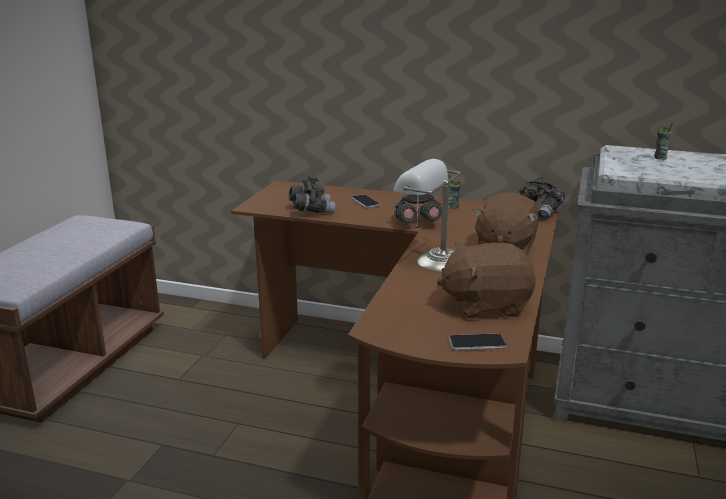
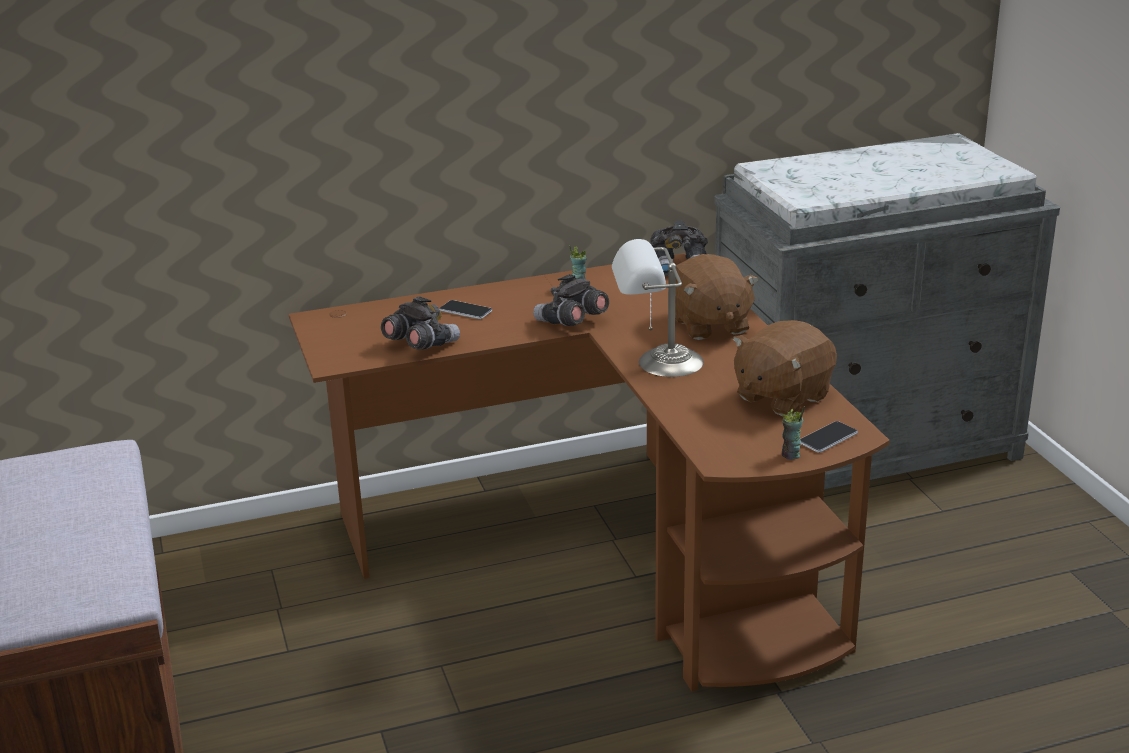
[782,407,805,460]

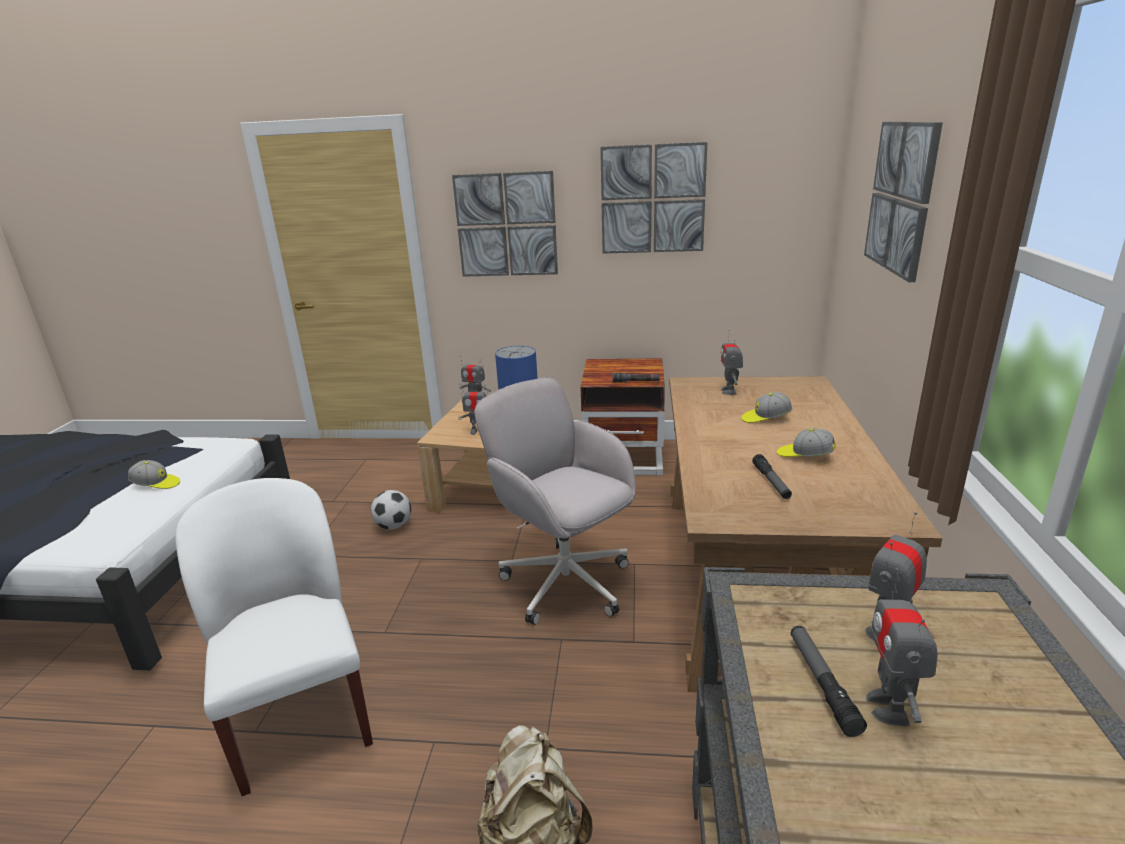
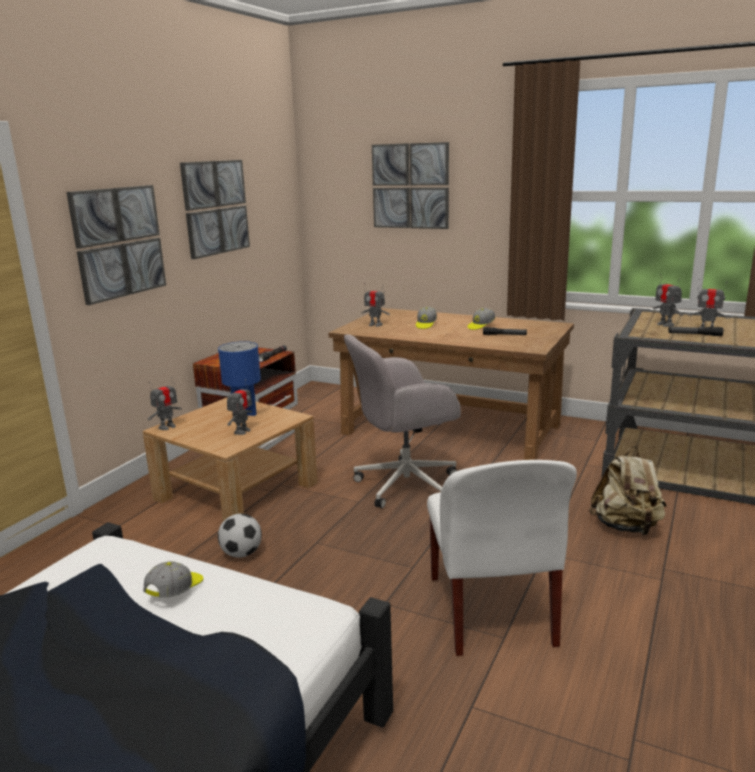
[427,460,577,656]

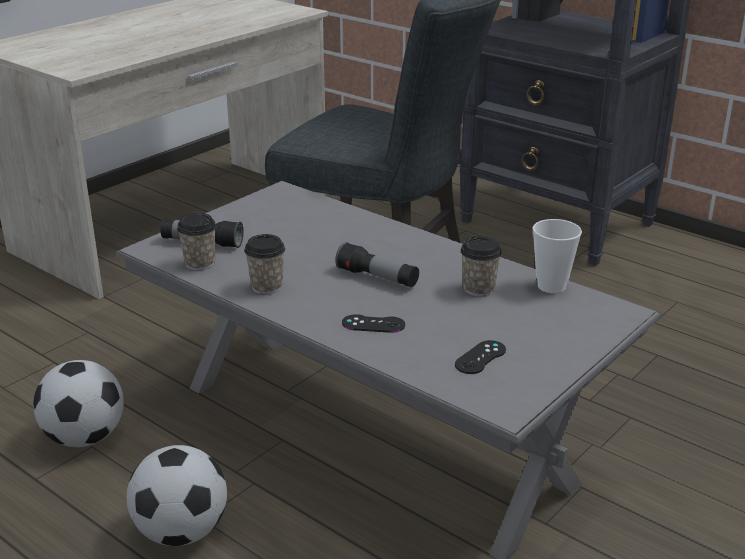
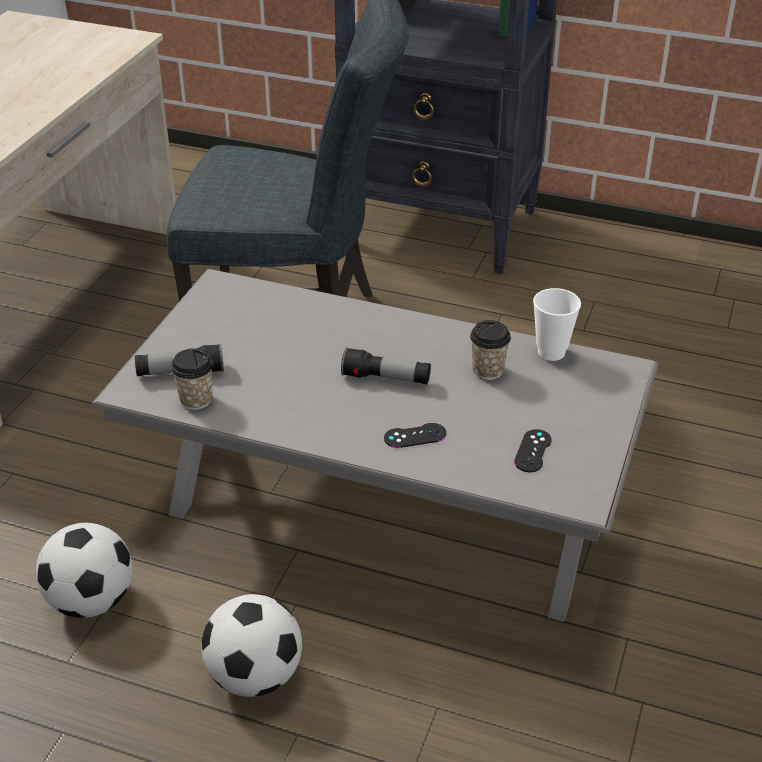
[244,234,285,294] (first image)

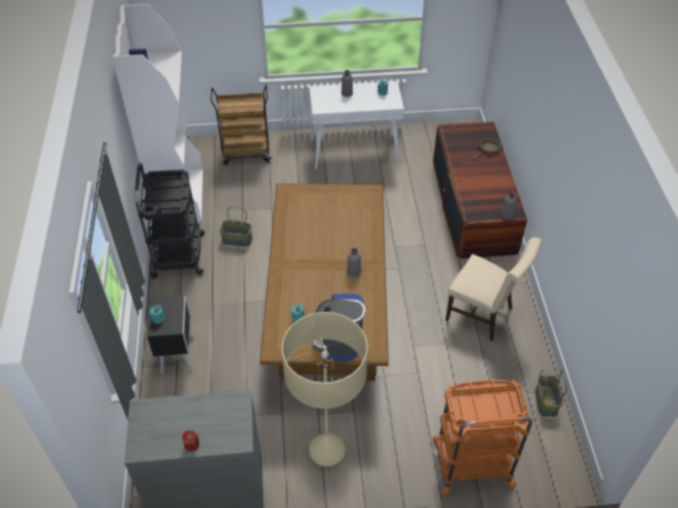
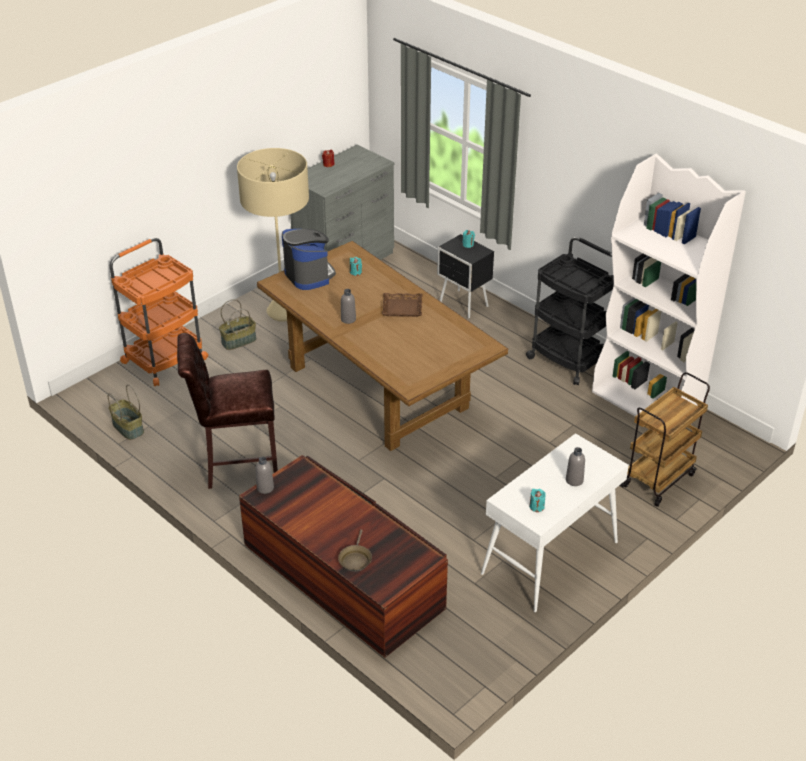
[177,333,278,489]
[219,299,257,350]
[382,293,423,317]

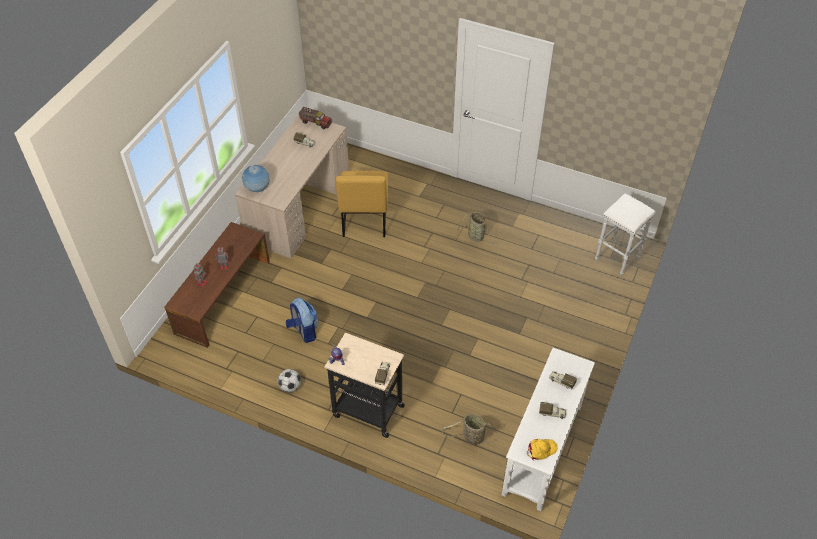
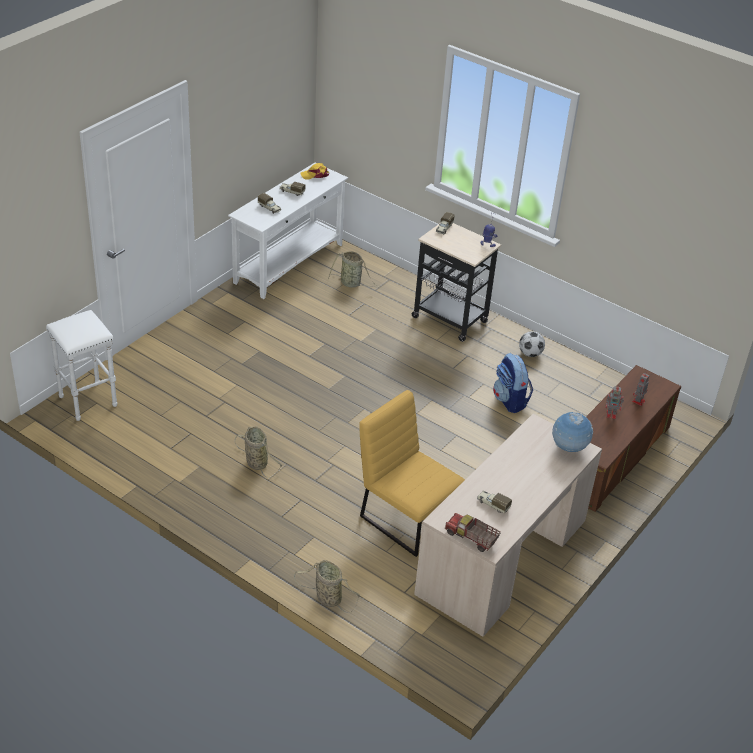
[294,560,360,613]
[359,390,465,557]

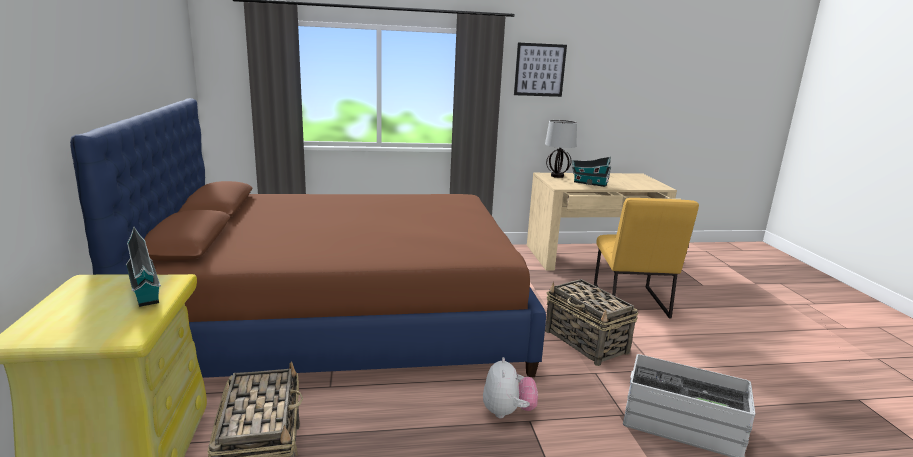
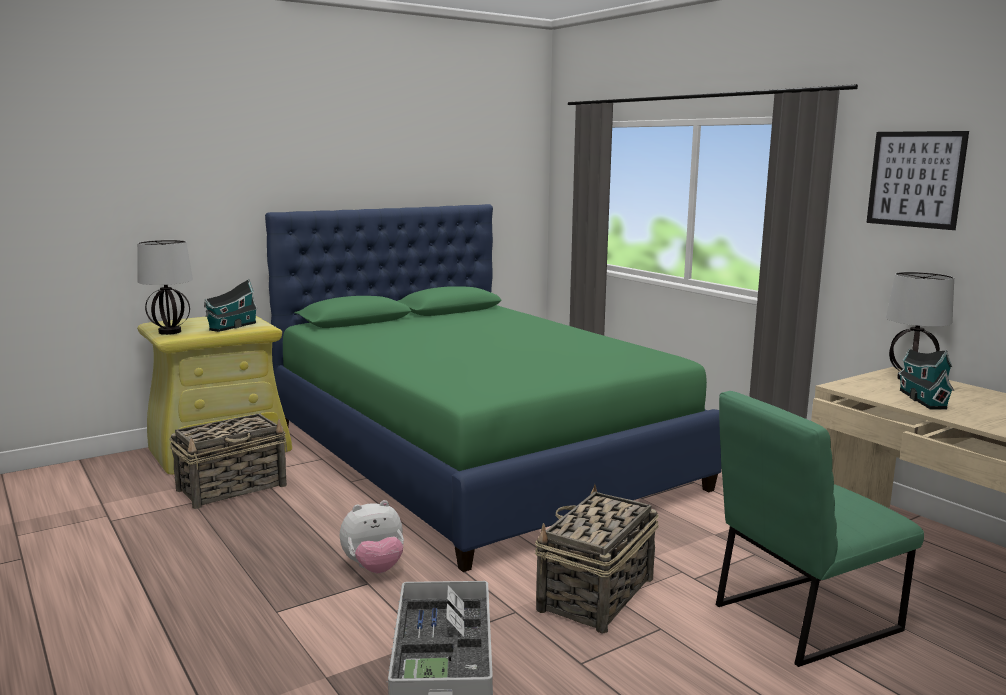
[137,240,193,335]
[265,204,721,572]
[716,391,924,667]

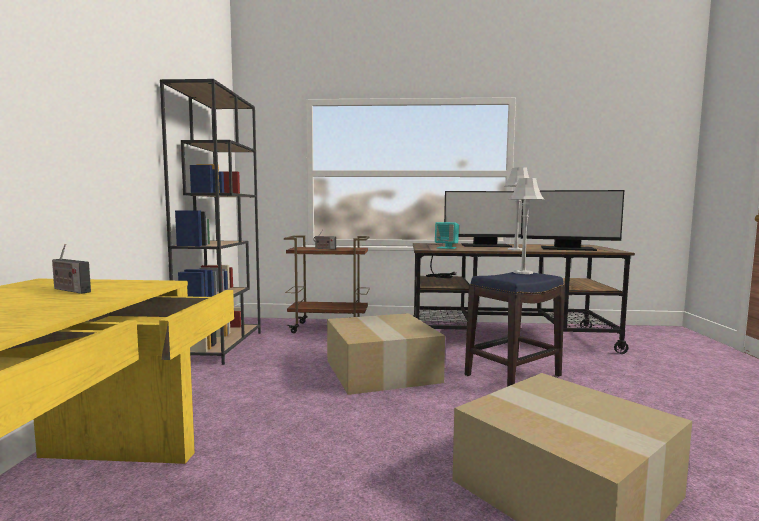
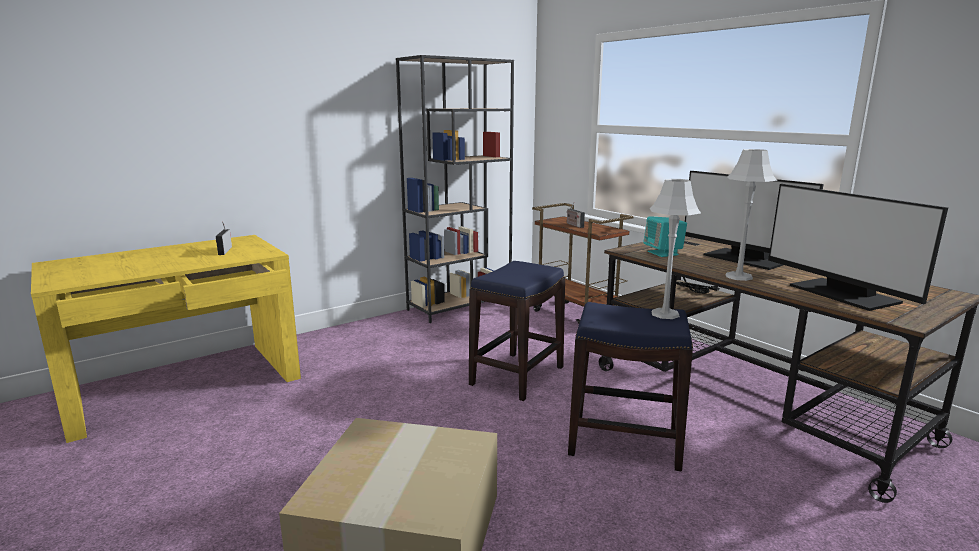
[469,261,565,401]

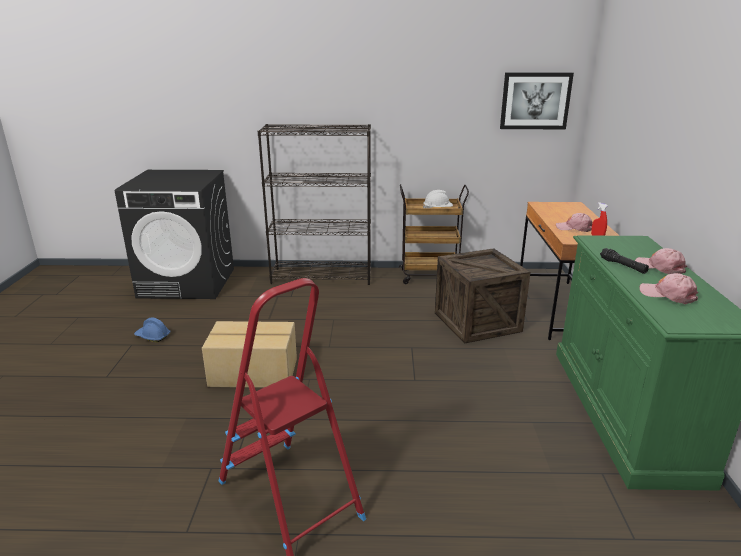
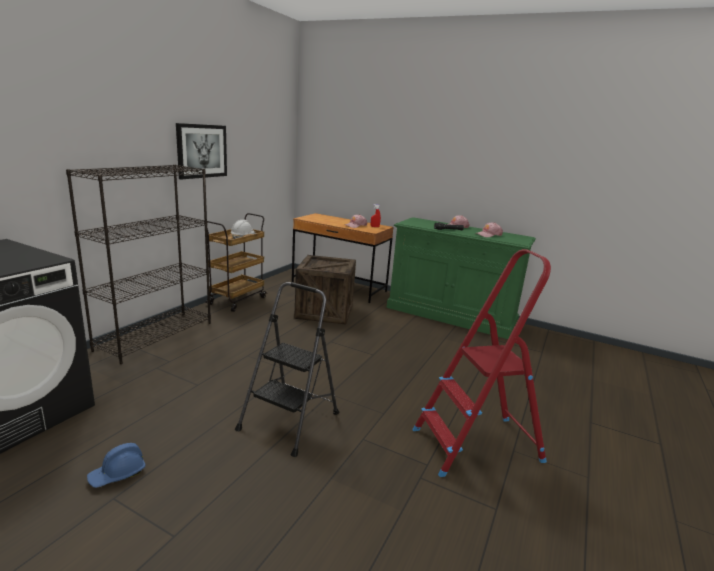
[176,123,227,179]
[235,282,340,457]

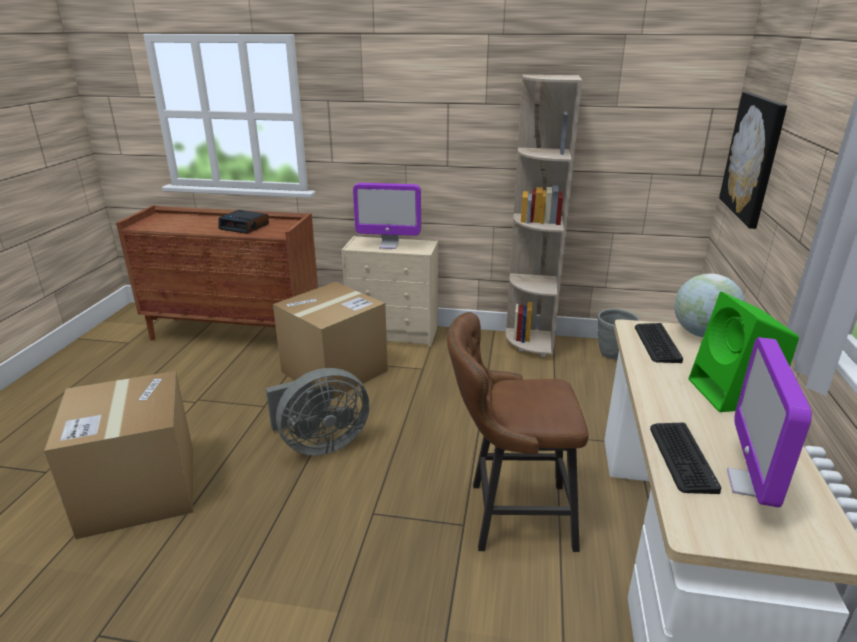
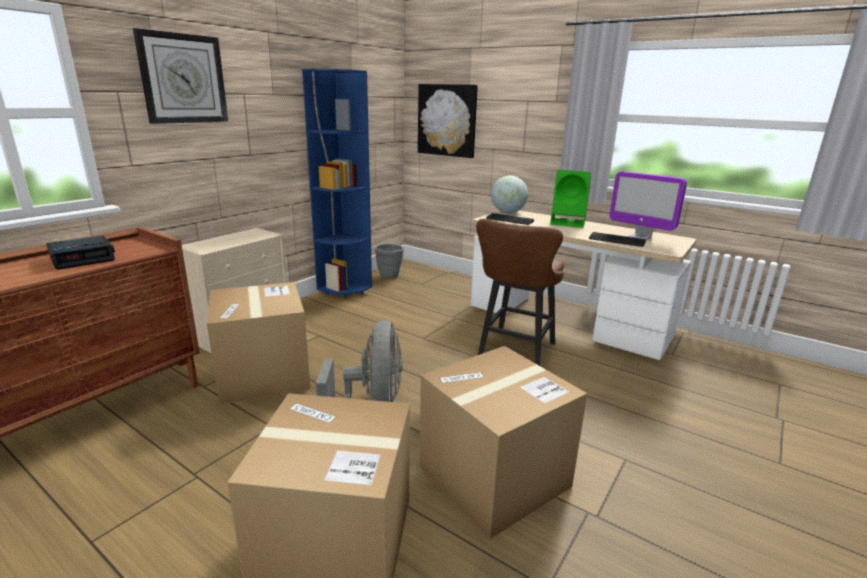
[133,28,228,124]
[302,69,372,298]
[419,346,587,539]
[353,183,421,249] (first image)

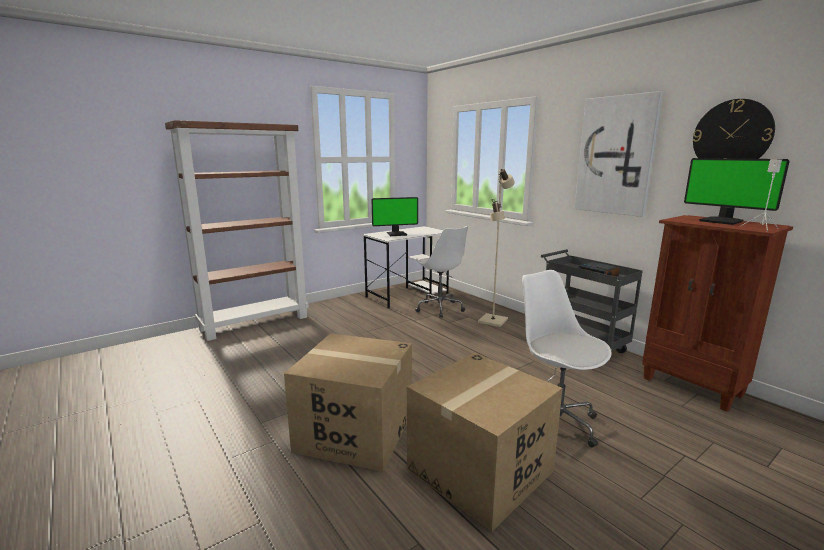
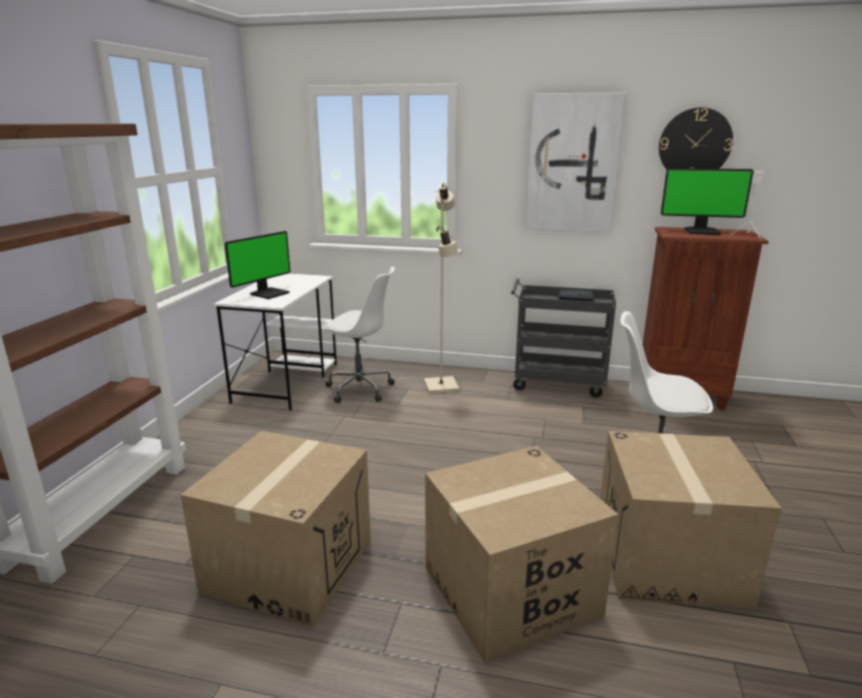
[181,431,371,627]

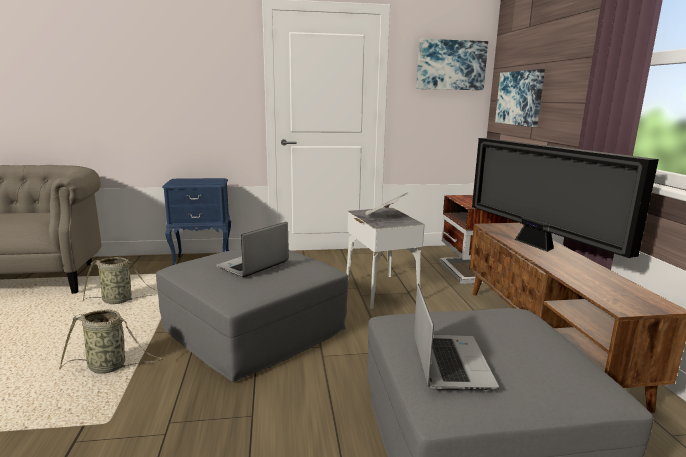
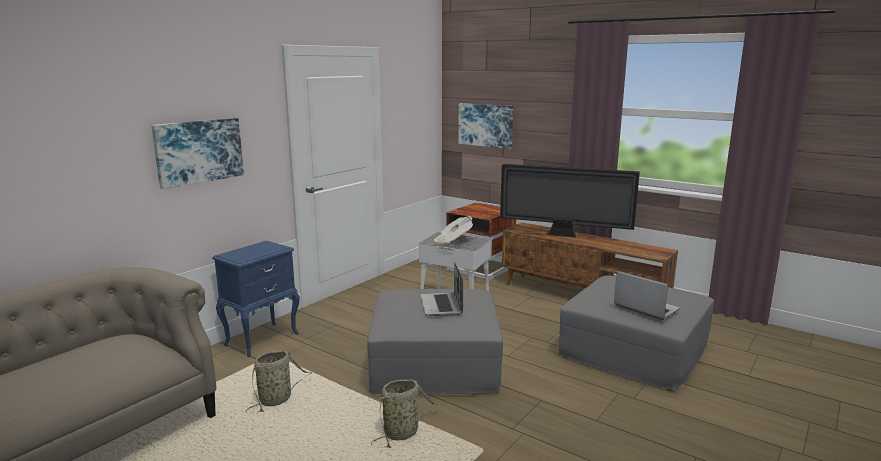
[151,118,244,189]

